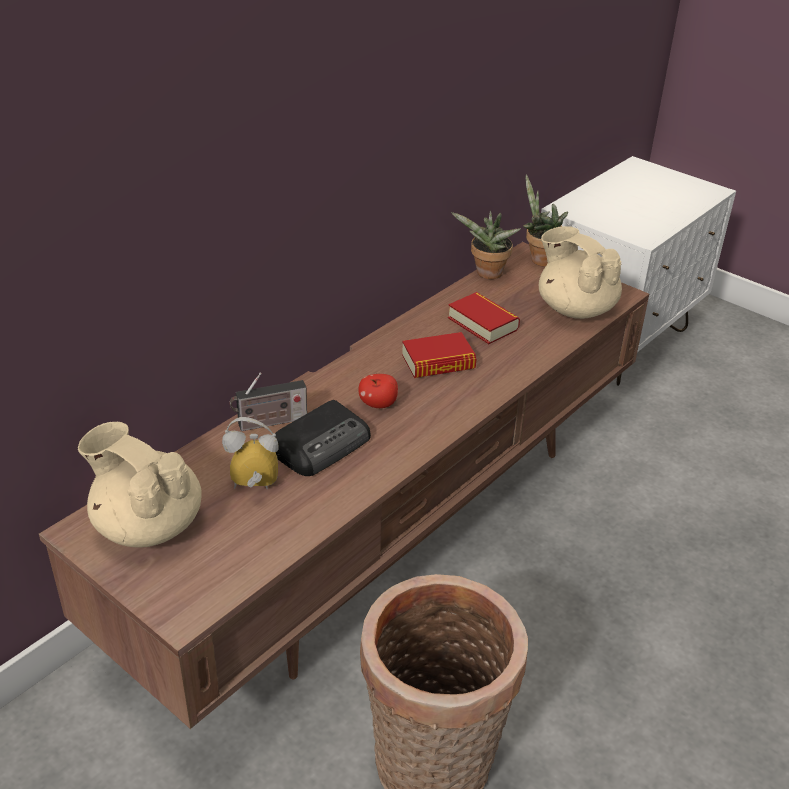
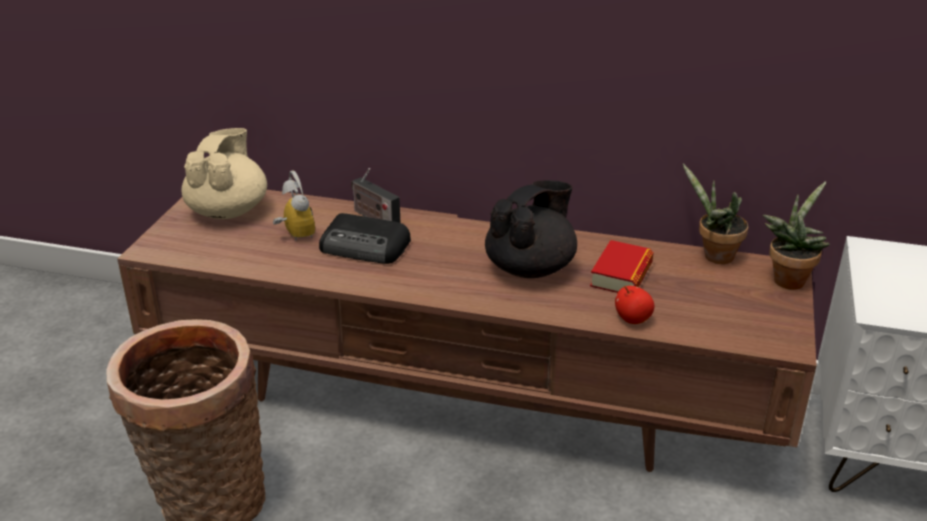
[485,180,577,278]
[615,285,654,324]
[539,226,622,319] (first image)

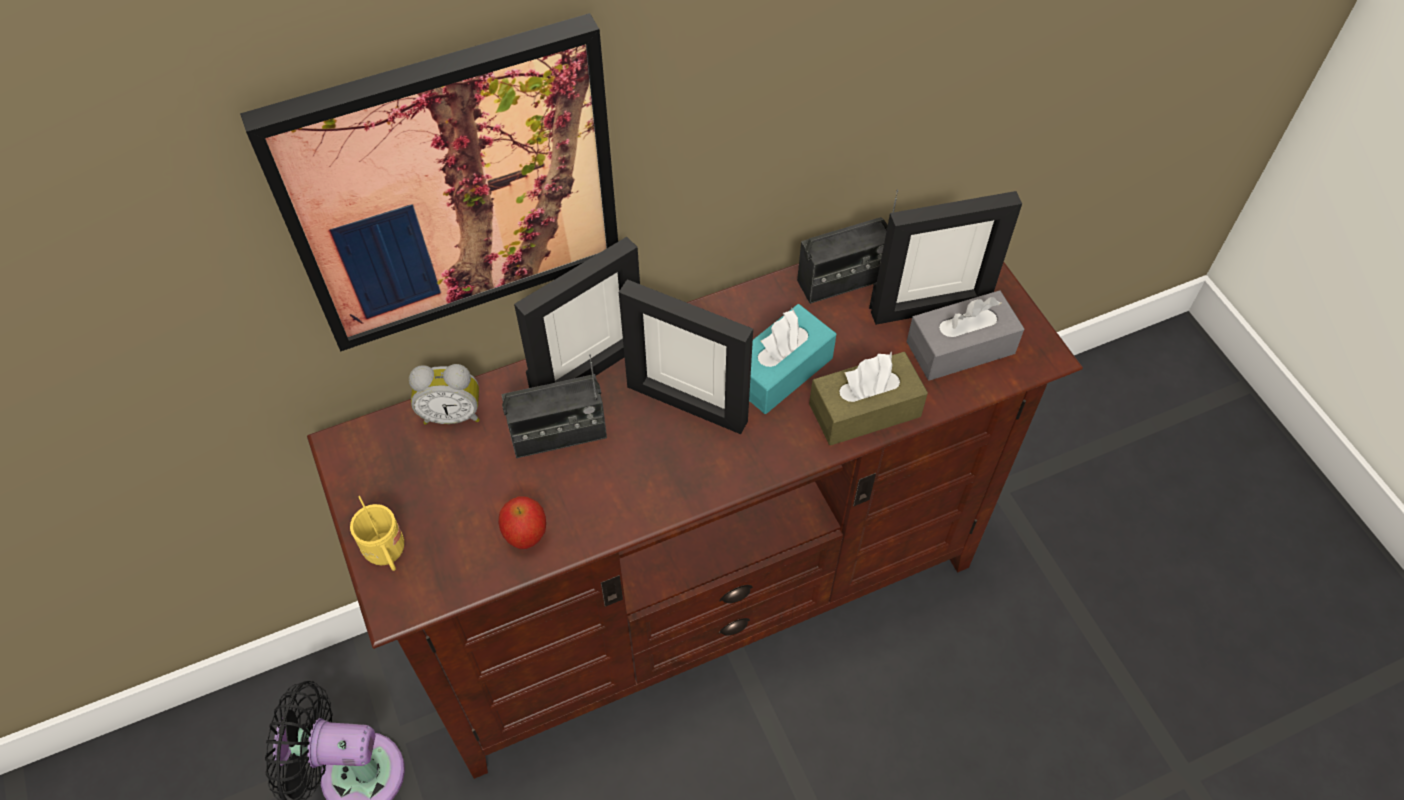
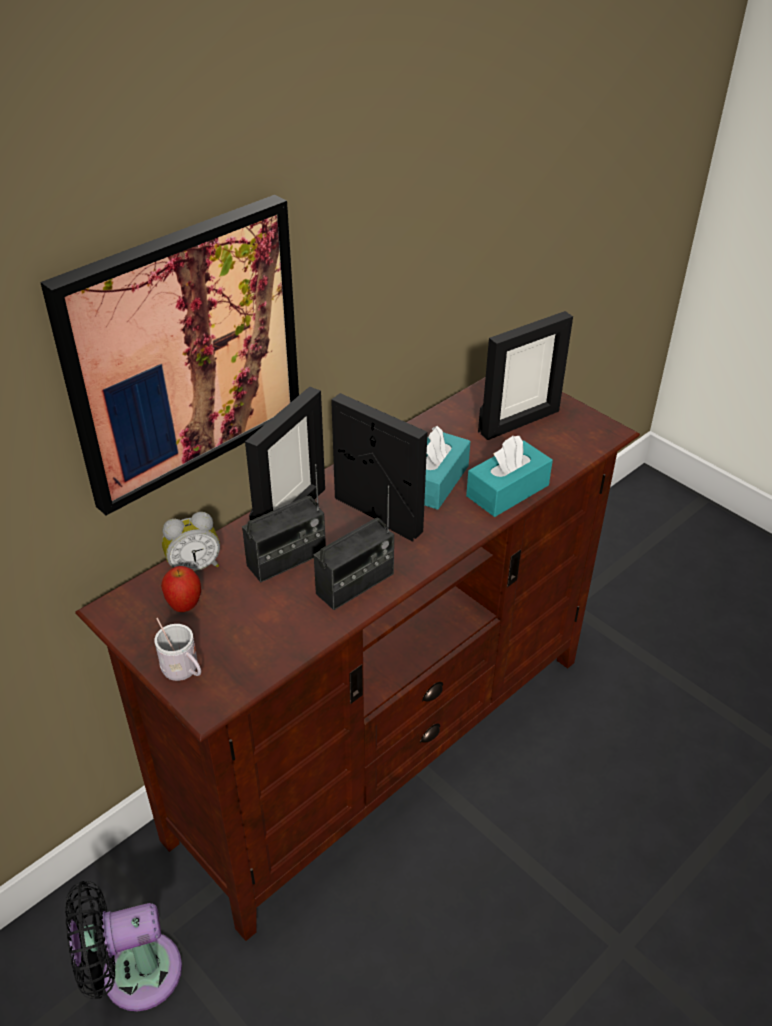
[154,618,201,681]
[161,566,201,612]
[314,485,394,610]
[331,393,427,542]
[466,436,553,517]
[907,290,1025,381] (first image)

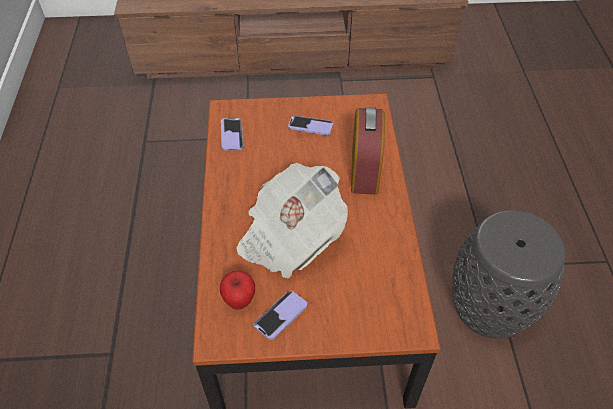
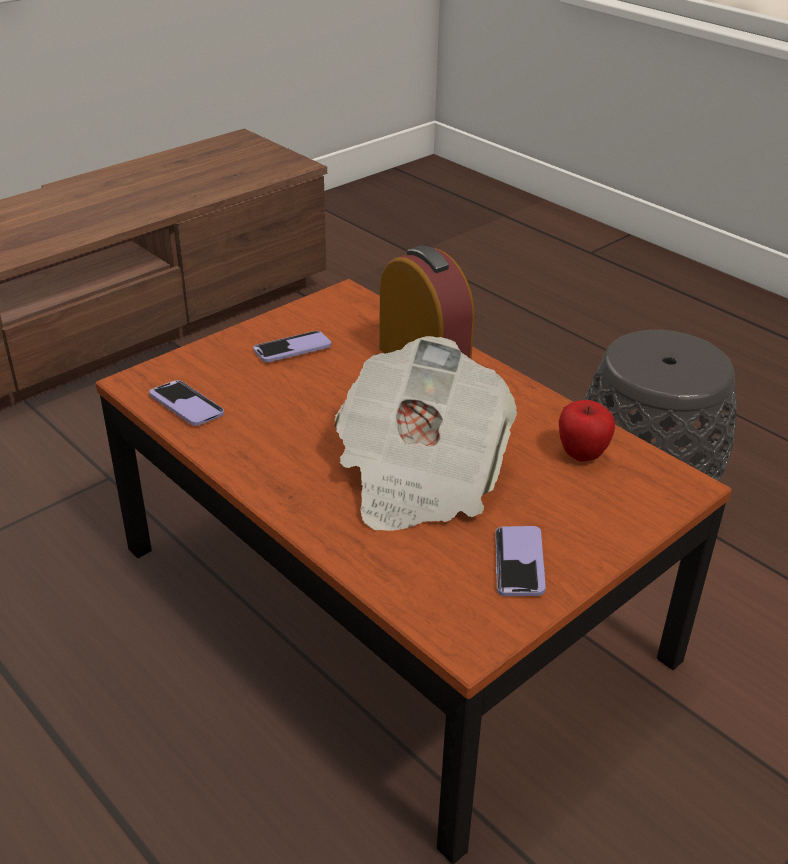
[559,400,615,462]

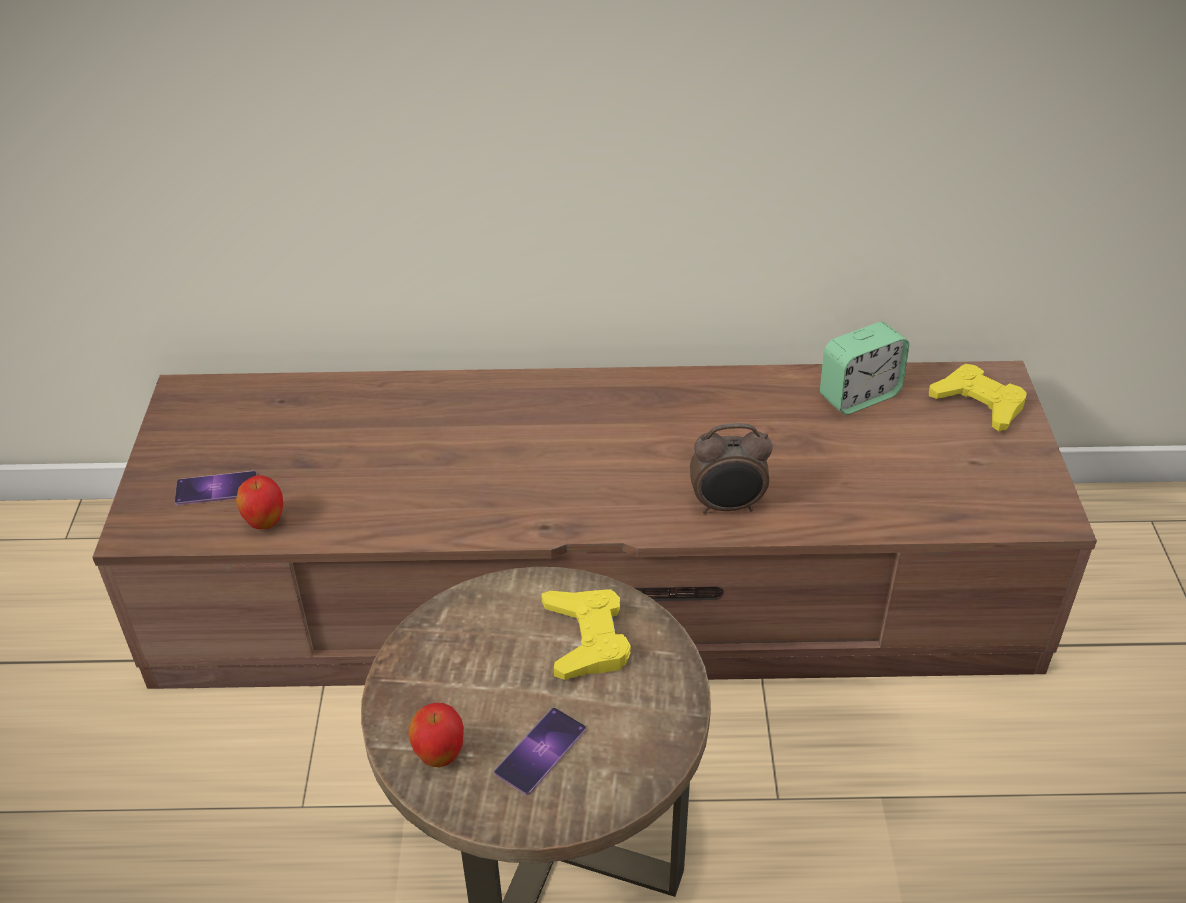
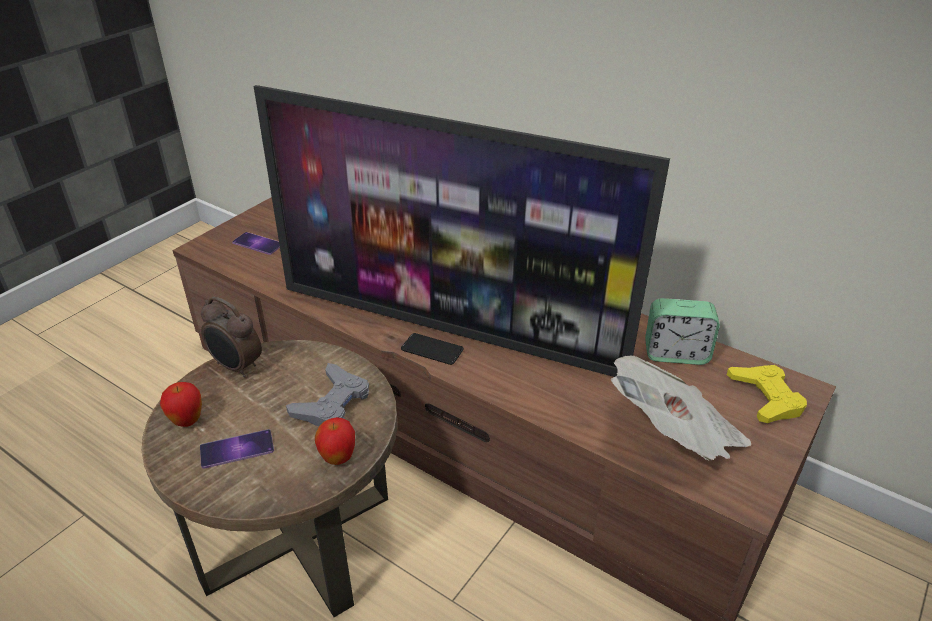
[201,297,262,377]
[254,85,670,377]
[286,363,369,427]
[315,417,355,465]
[401,333,464,365]
[611,355,752,461]

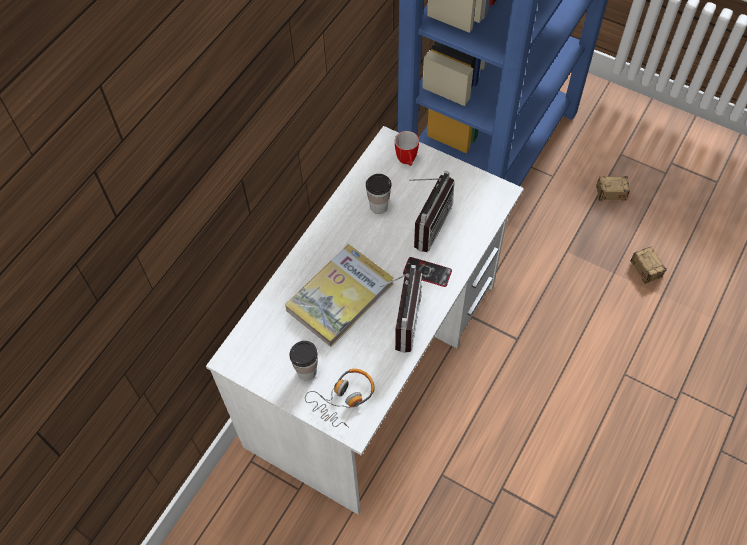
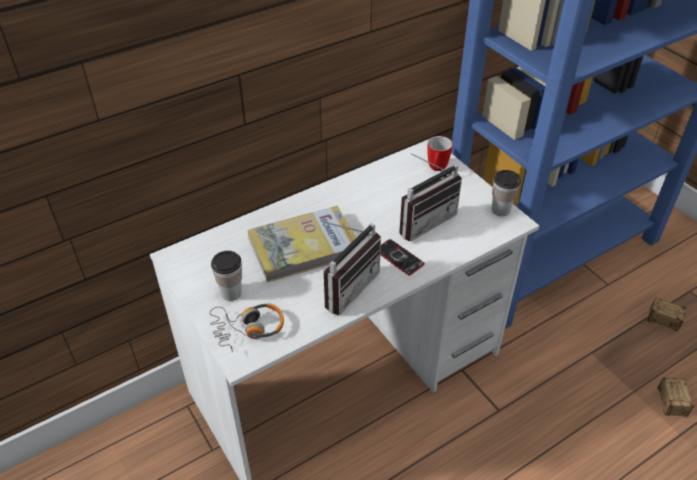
[492,170,521,216]

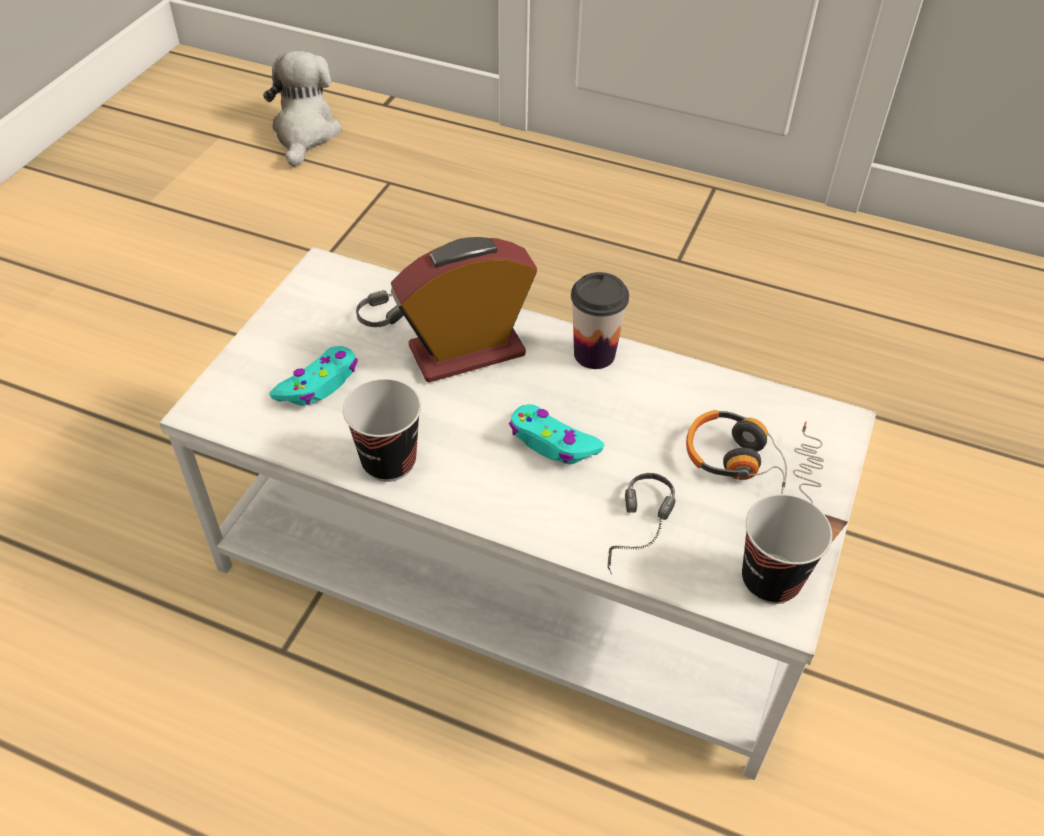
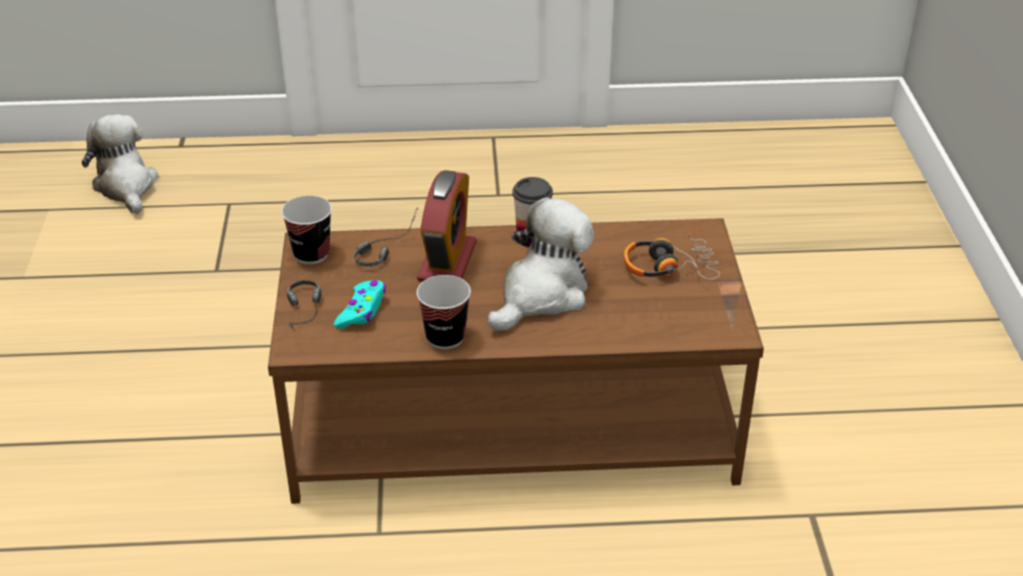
[268,218,764,504]
[281,195,332,264]
[287,280,321,332]
[417,170,477,282]
[488,197,594,331]

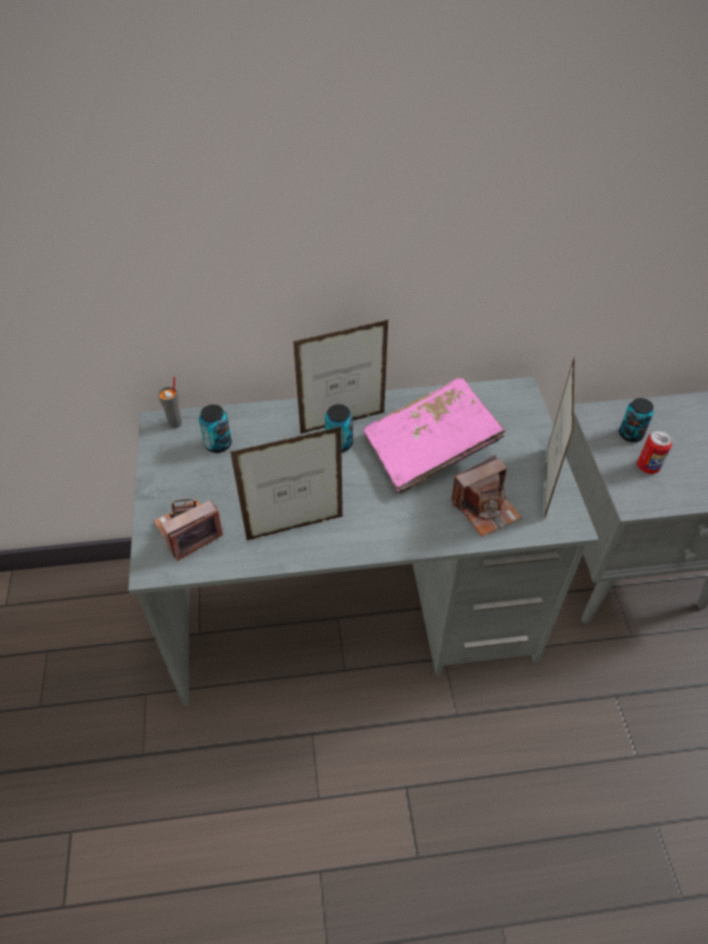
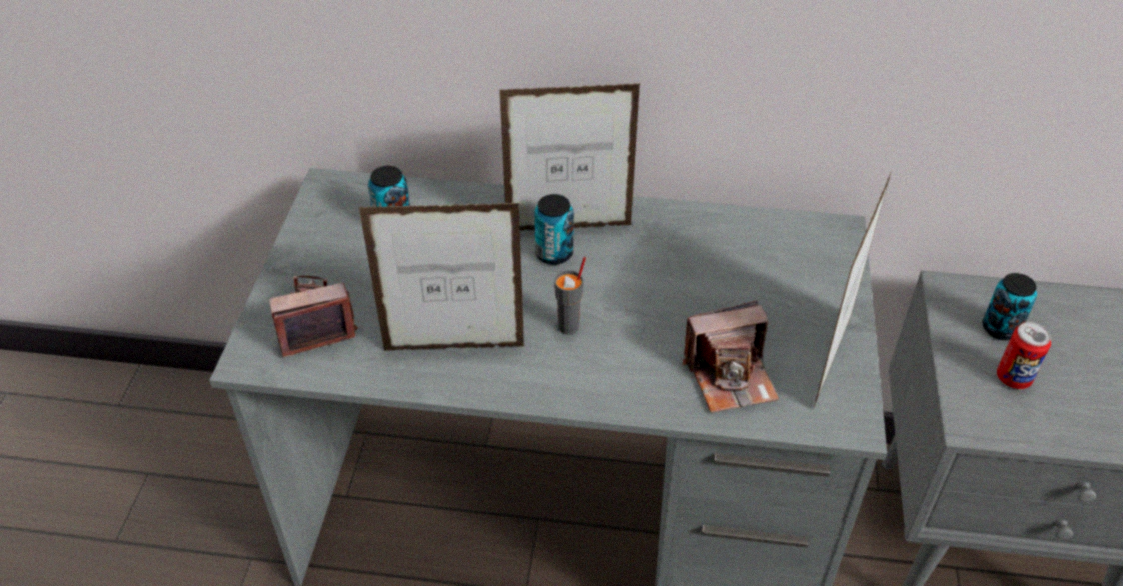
[554,257,586,335]
[364,378,505,494] (first image)

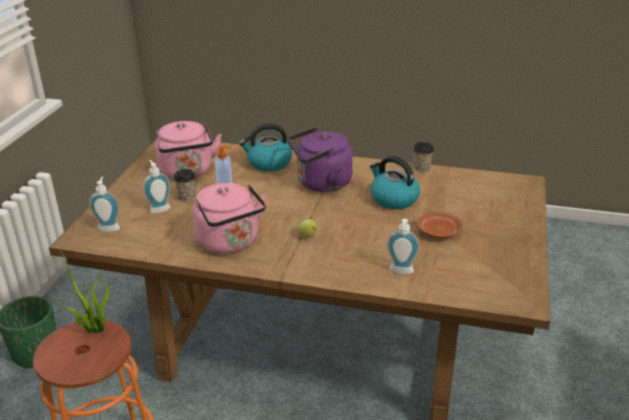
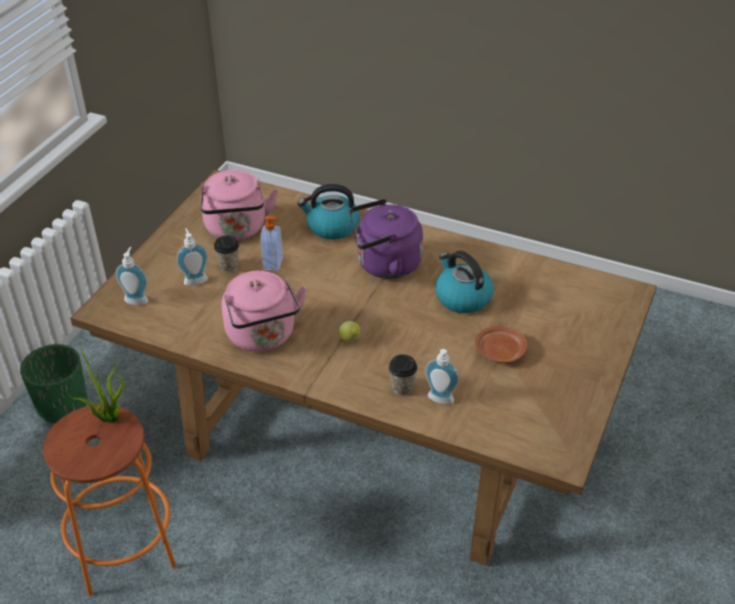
[389,354,417,396]

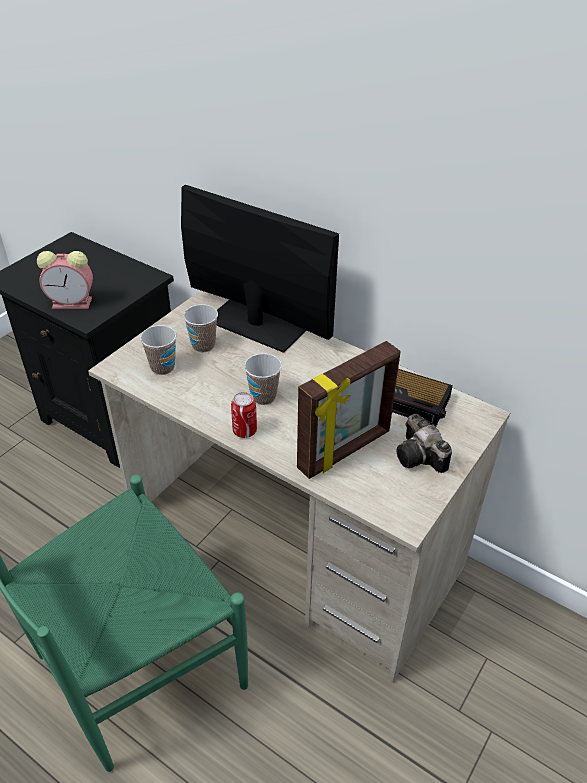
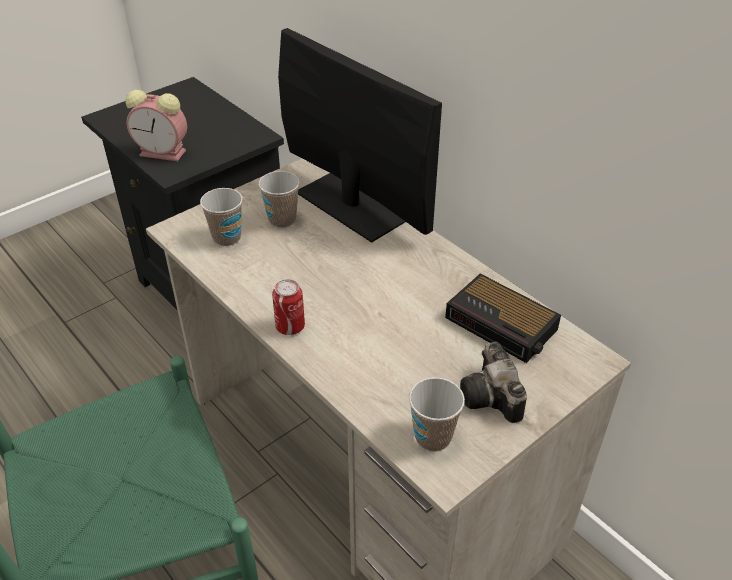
[409,377,465,452]
[297,341,401,479] (first image)

